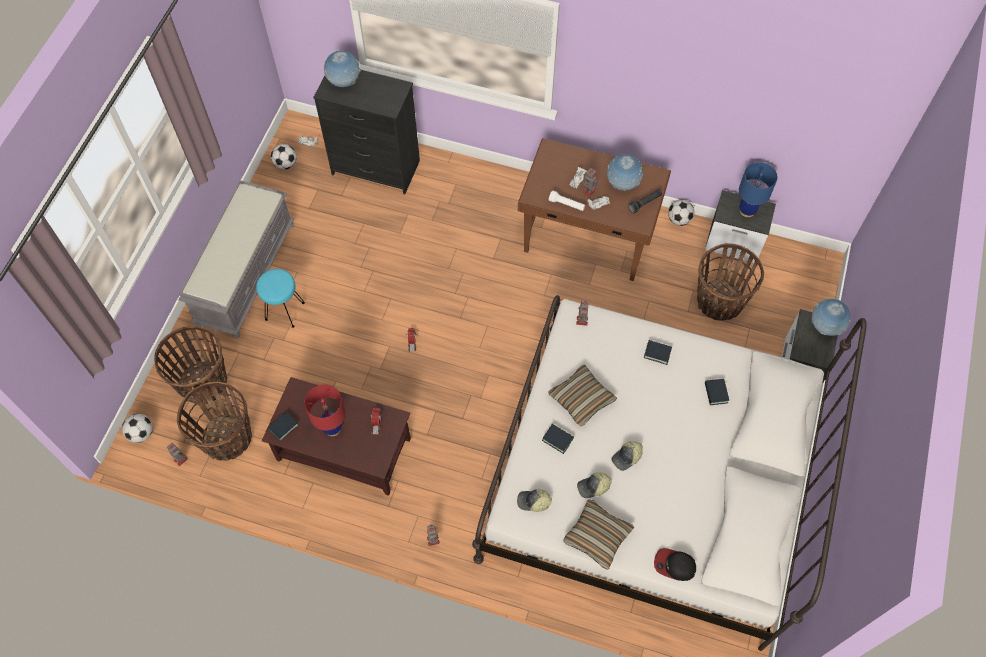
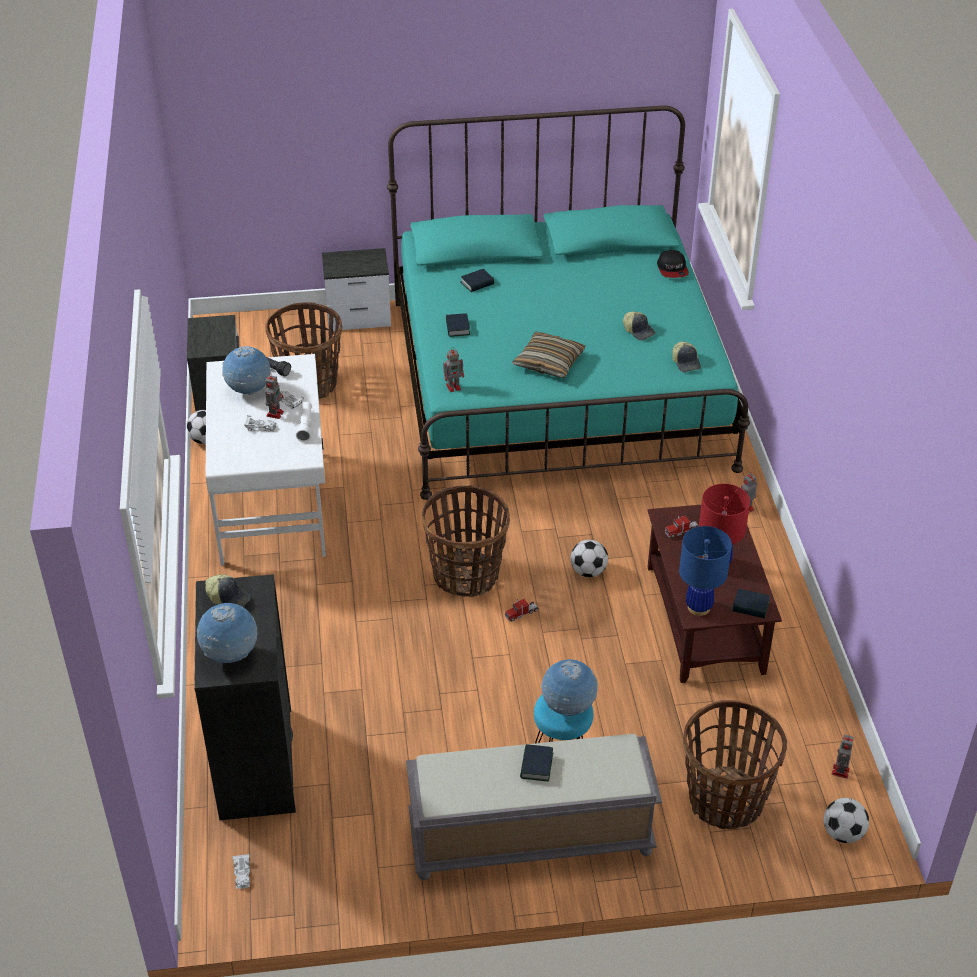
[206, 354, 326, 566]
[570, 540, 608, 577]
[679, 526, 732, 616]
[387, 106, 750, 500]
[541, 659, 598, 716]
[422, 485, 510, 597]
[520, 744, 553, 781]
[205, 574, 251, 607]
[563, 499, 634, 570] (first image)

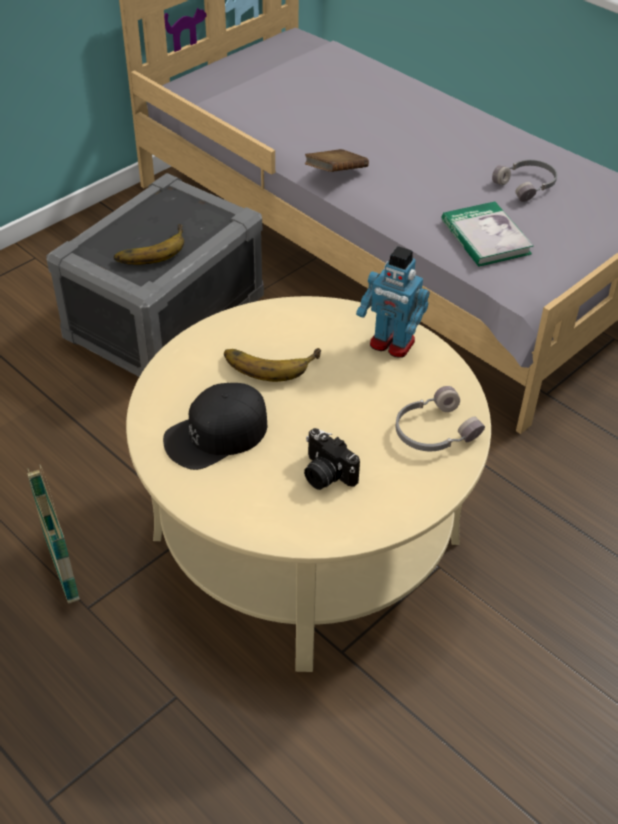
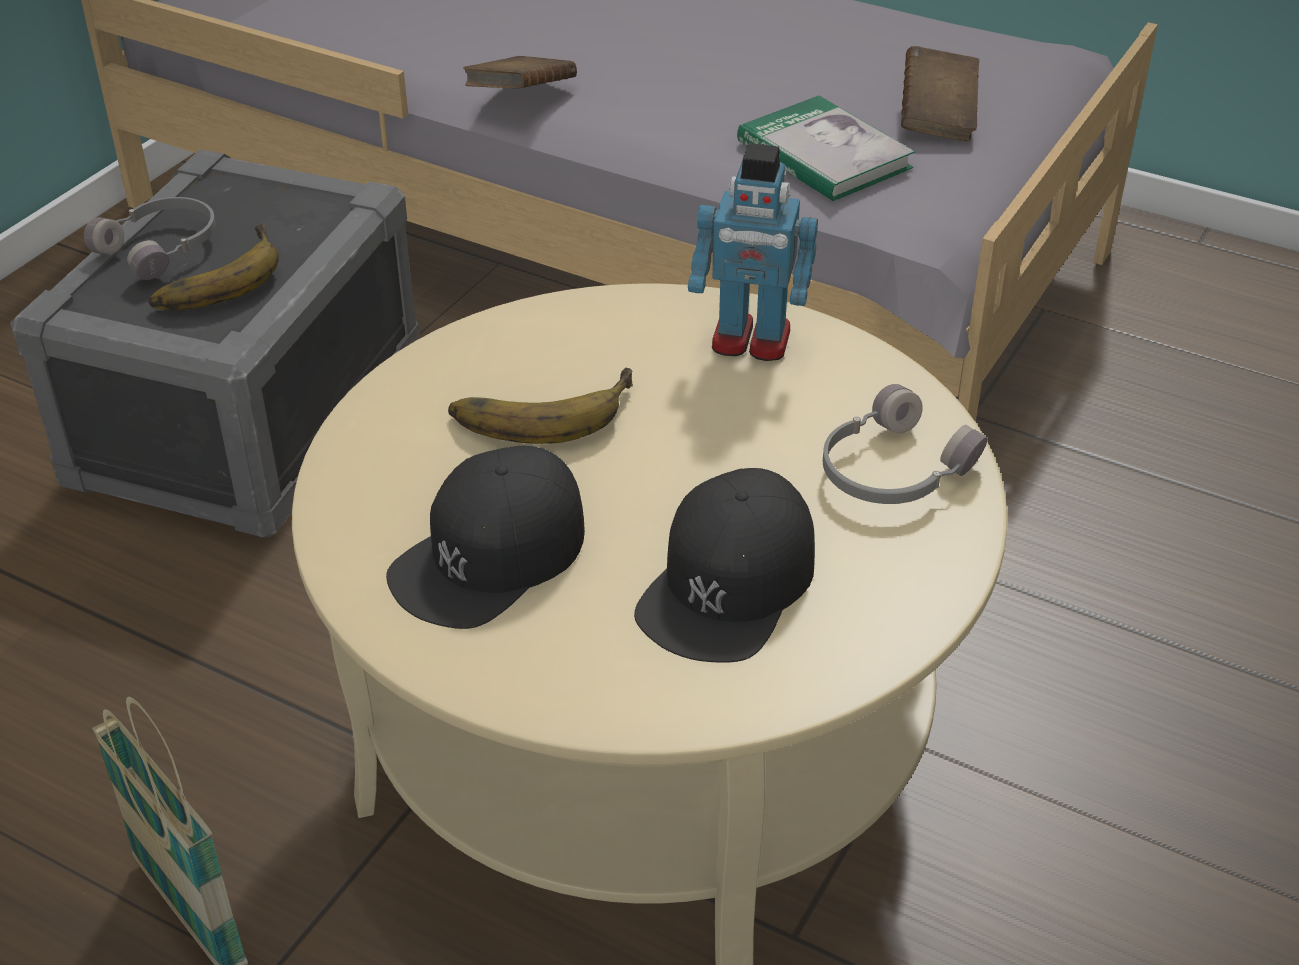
[84, 197, 216, 280]
[634, 468, 815, 663]
[901, 46, 979, 141]

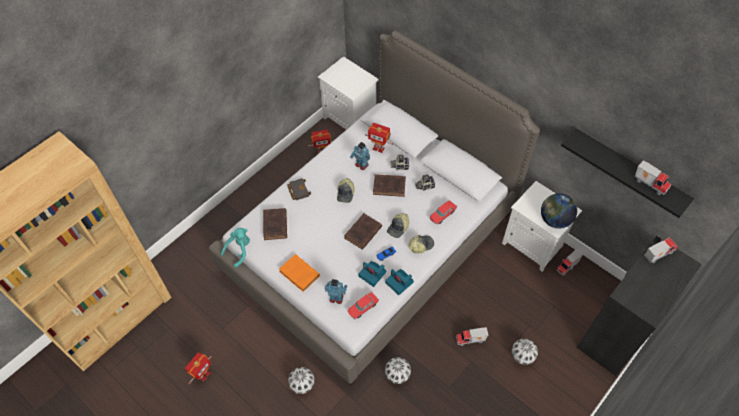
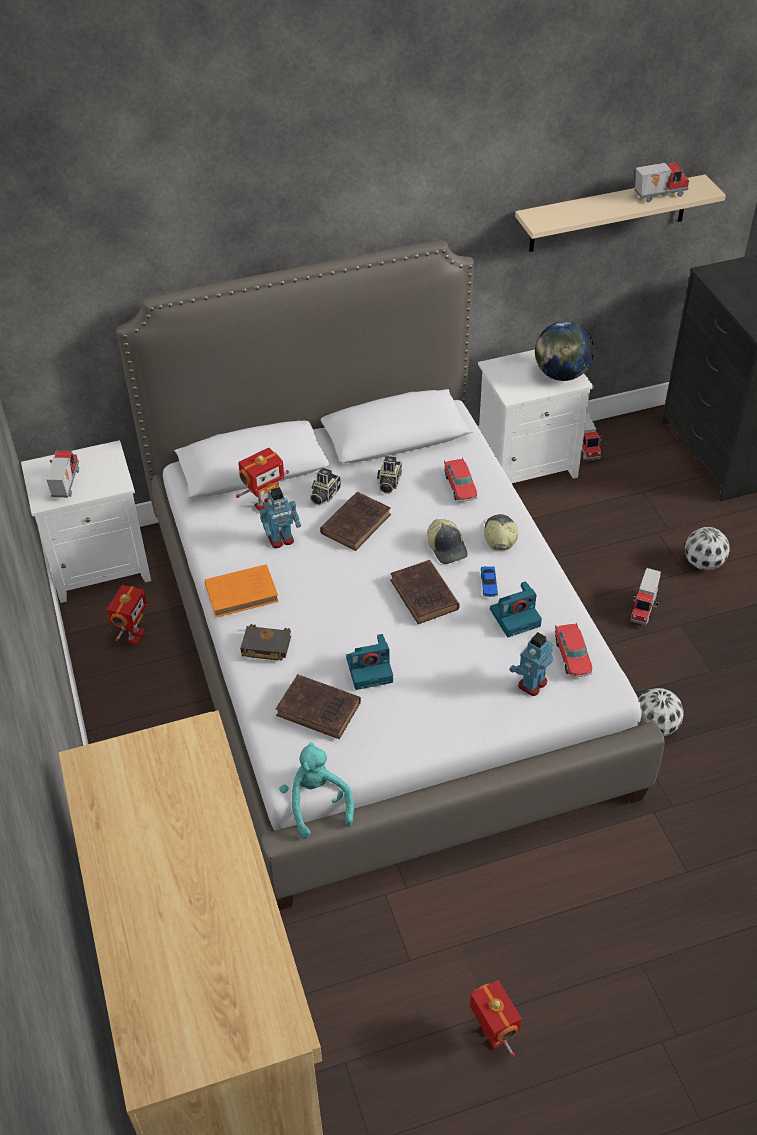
[515, 175, 726, 252]
[337, 178, 355, 203] (first image)
[46, 451, 79, 498]
[205, 564, 279, 617]
[346, 634, 393, 690]
[288, 367, 314, 394] (first image)

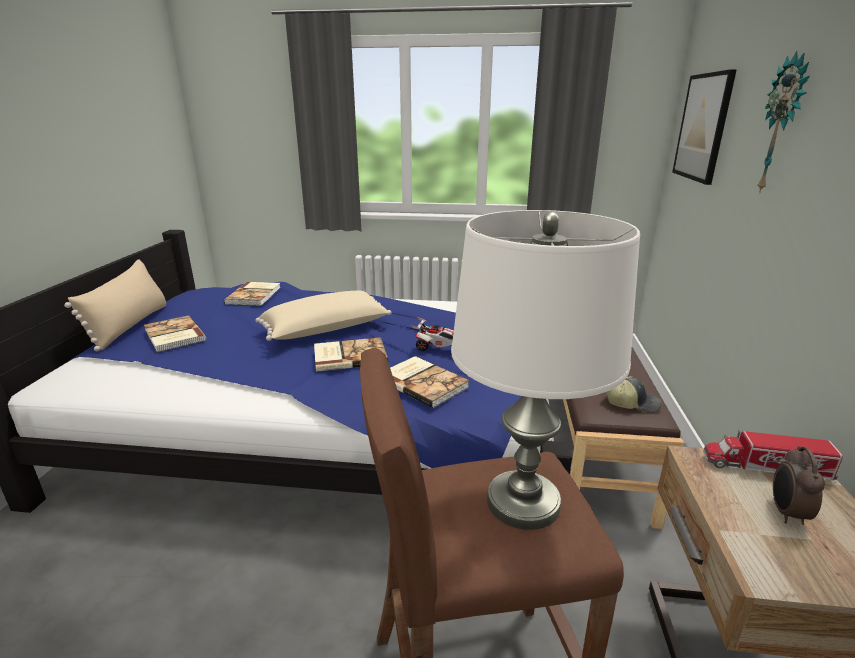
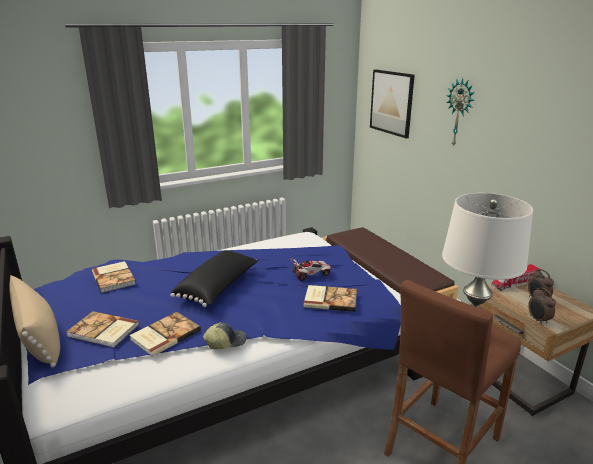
[170, 250, 258, 307]
[129, 312, 201, 357]
[203, 322, 246, 349]
[528, 288, 556, 325]

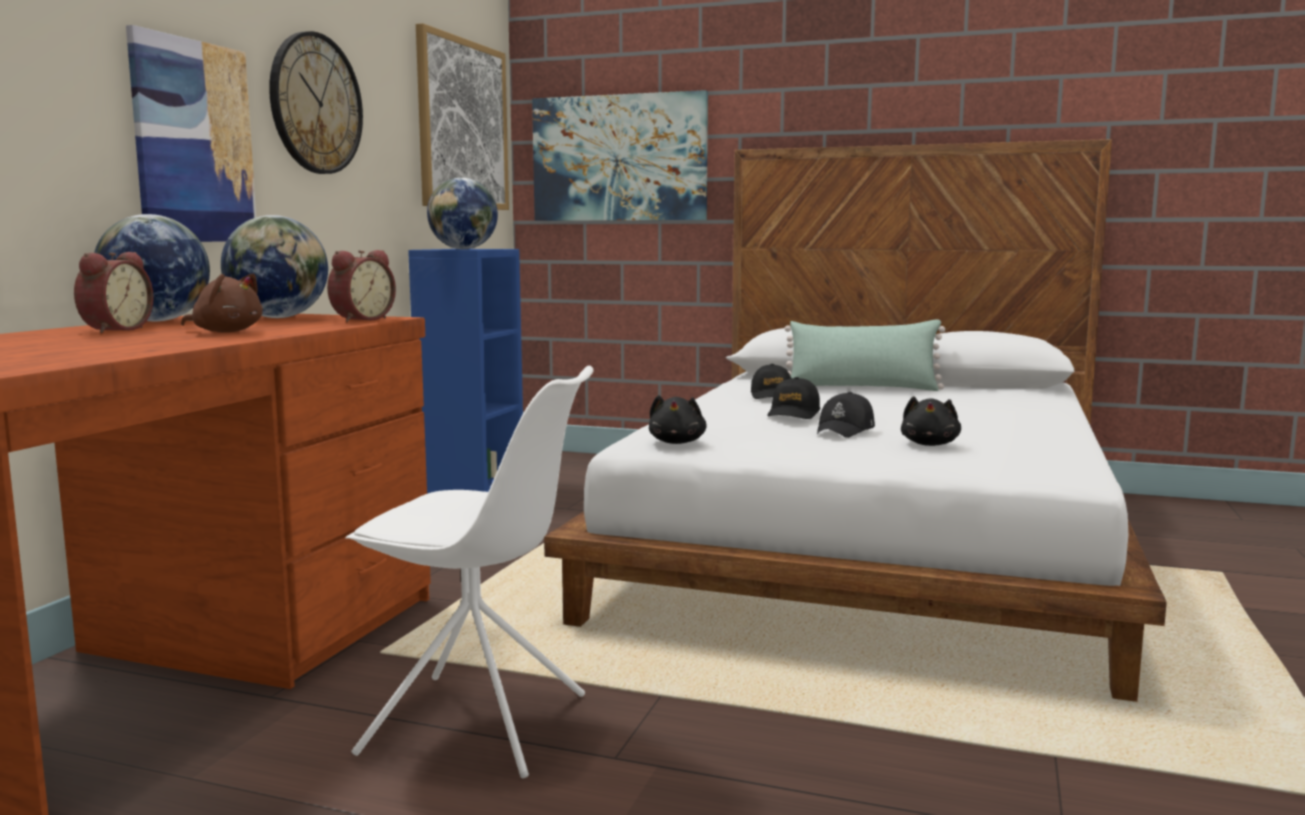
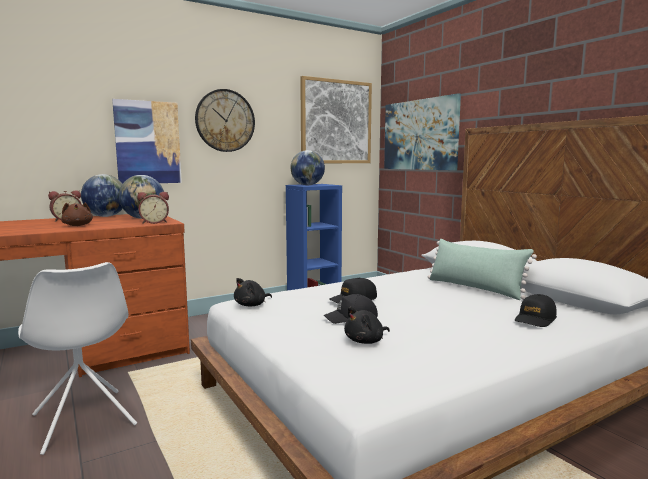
[515, 294, 557, 327]

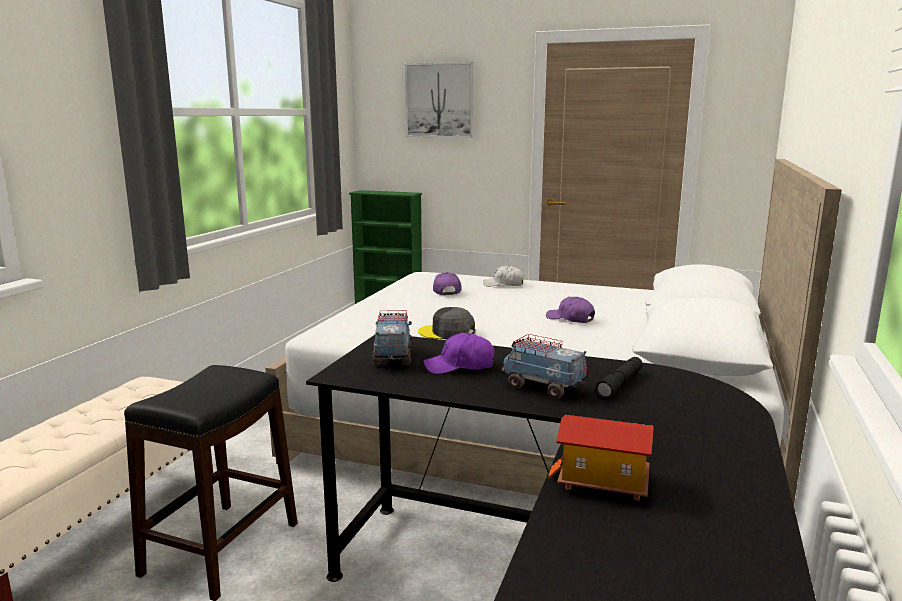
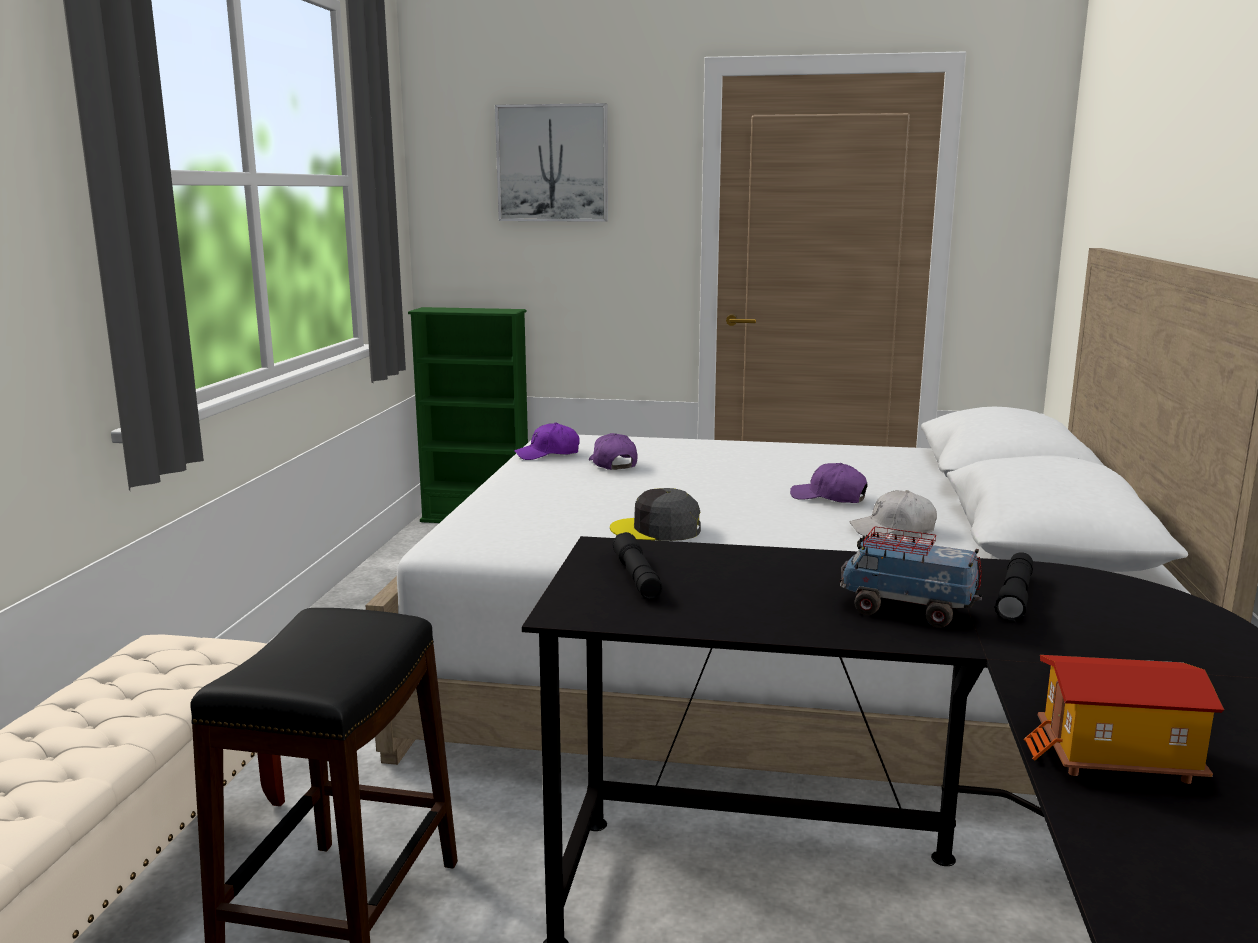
[849, 490, 937, 537]
[612, 532, 663, 600]
[514, 422, 580, 460]

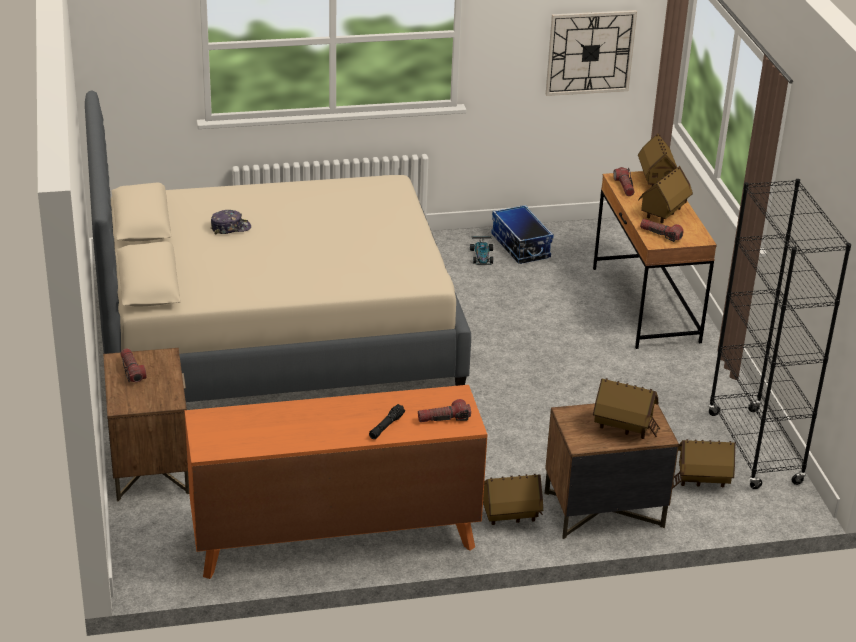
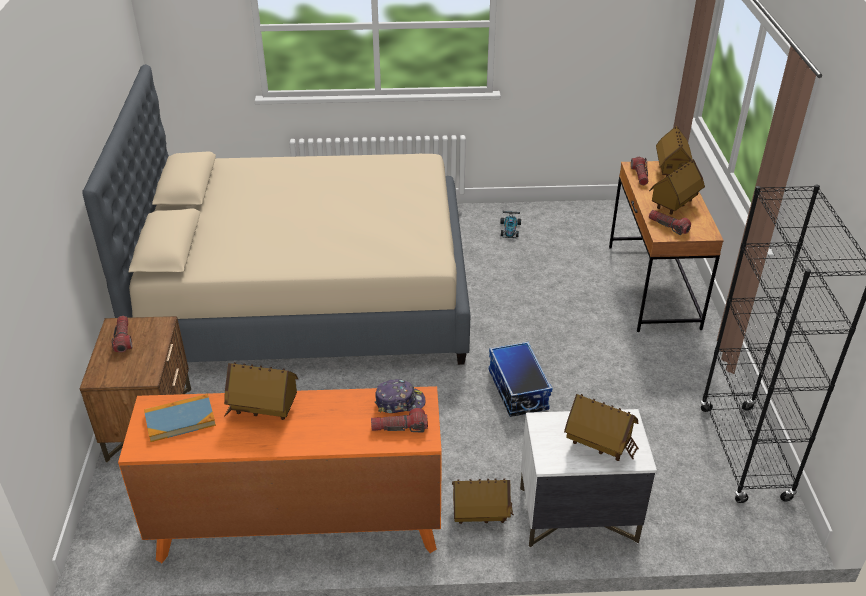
[546, 10, 637, 96] (first image)
[489, 342, 553, 417]
[375, 379, 425, 413]
[520, 409, 657, 548]
[369, 404, 405, 439] (first image)
[224, 362, 299, 420]
[144, 394, 216, 442]

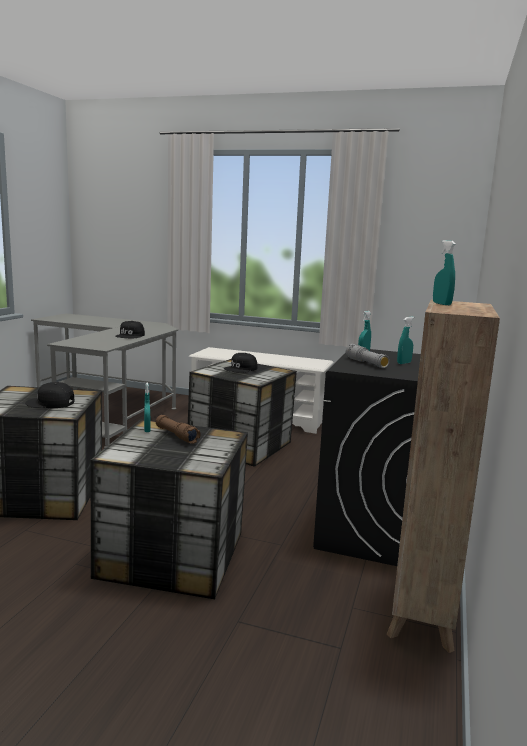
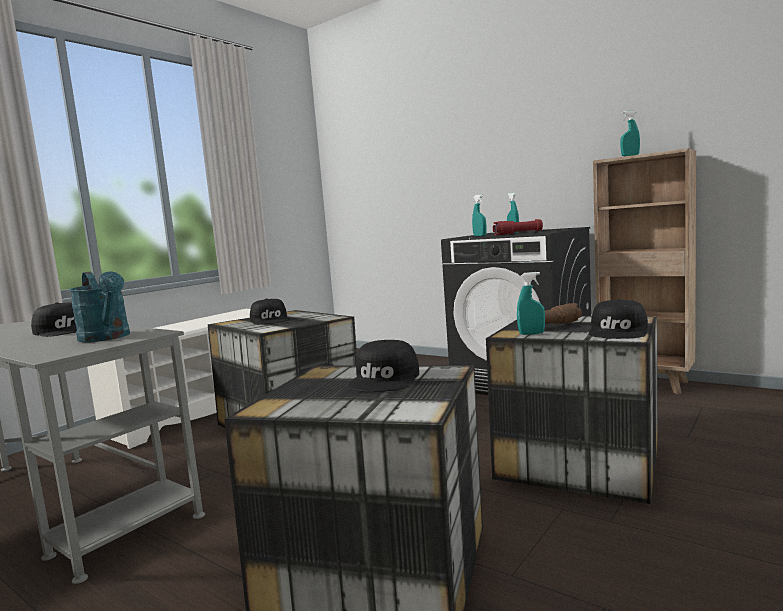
[493, 219, 543, 235]
[69, 272, 130, 342]
[589, 299, 648, 339]

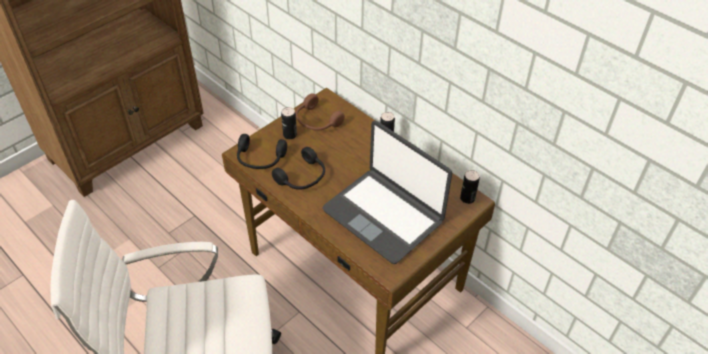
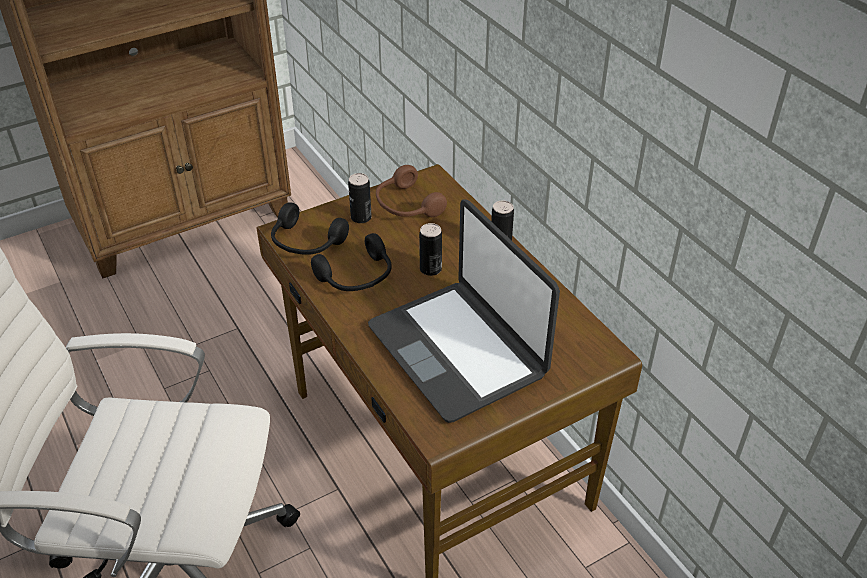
[419, 223, 442, 276]

